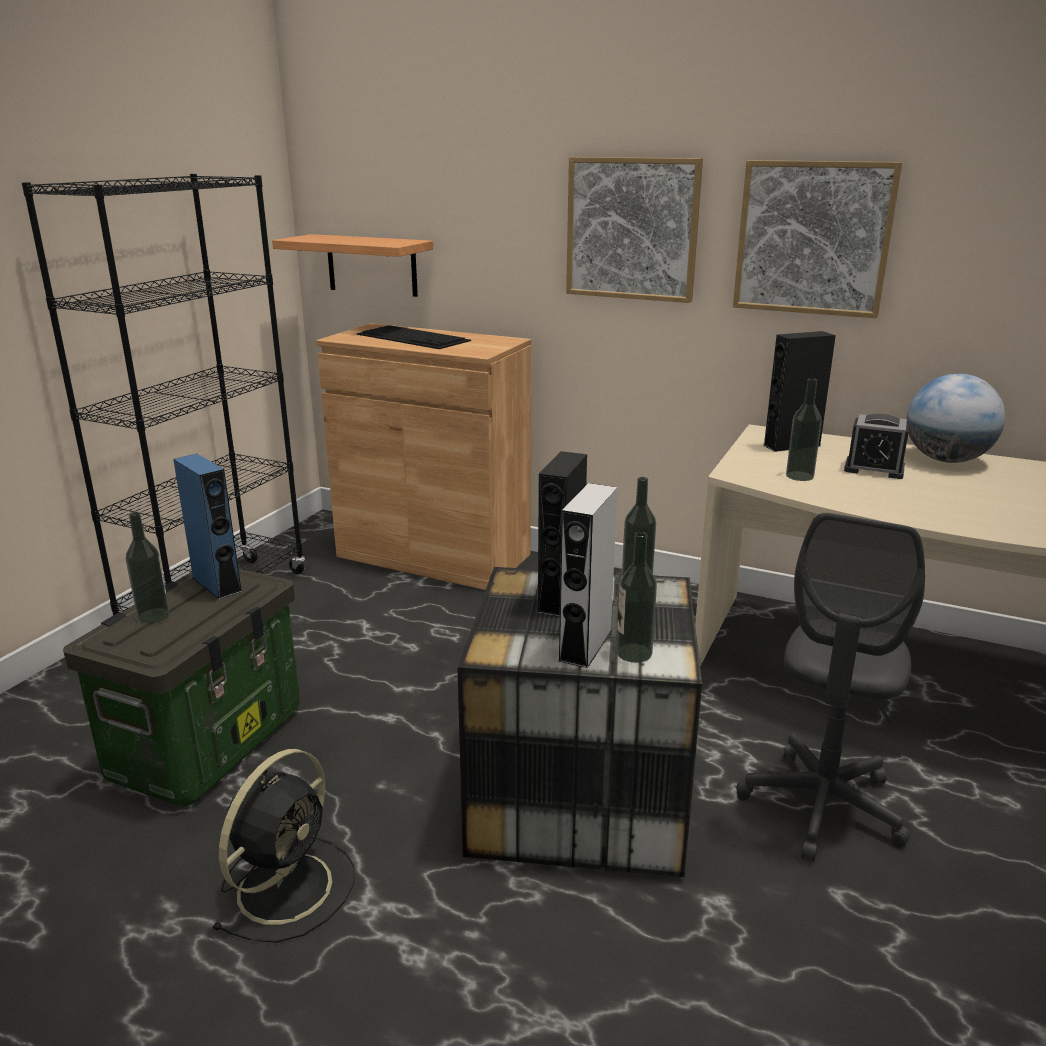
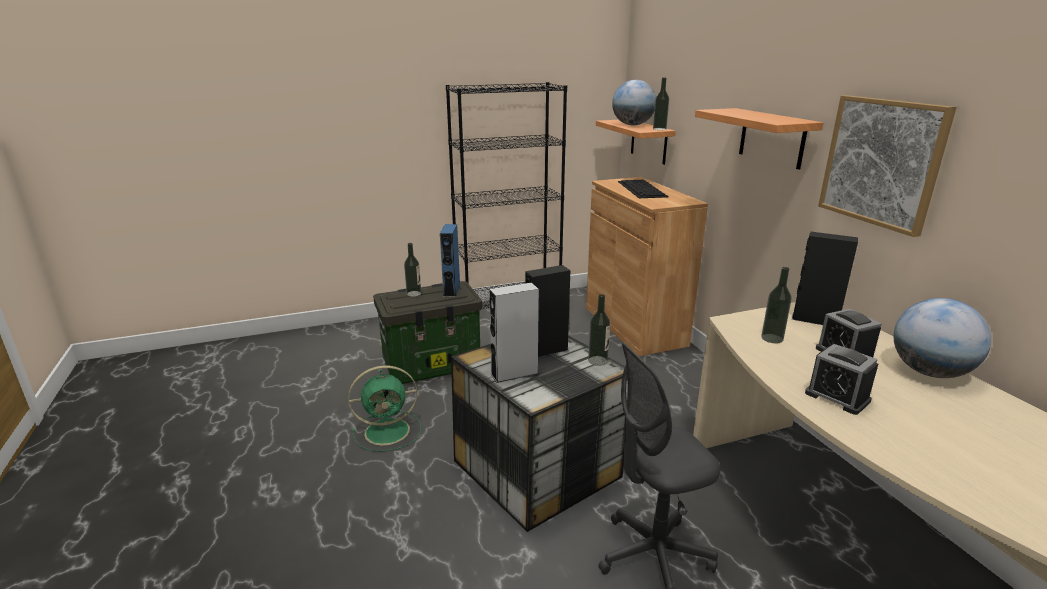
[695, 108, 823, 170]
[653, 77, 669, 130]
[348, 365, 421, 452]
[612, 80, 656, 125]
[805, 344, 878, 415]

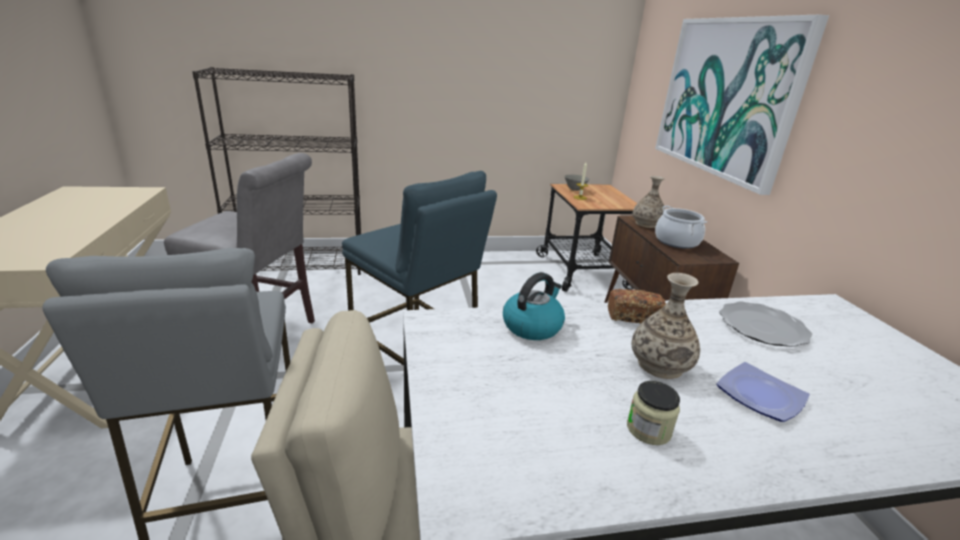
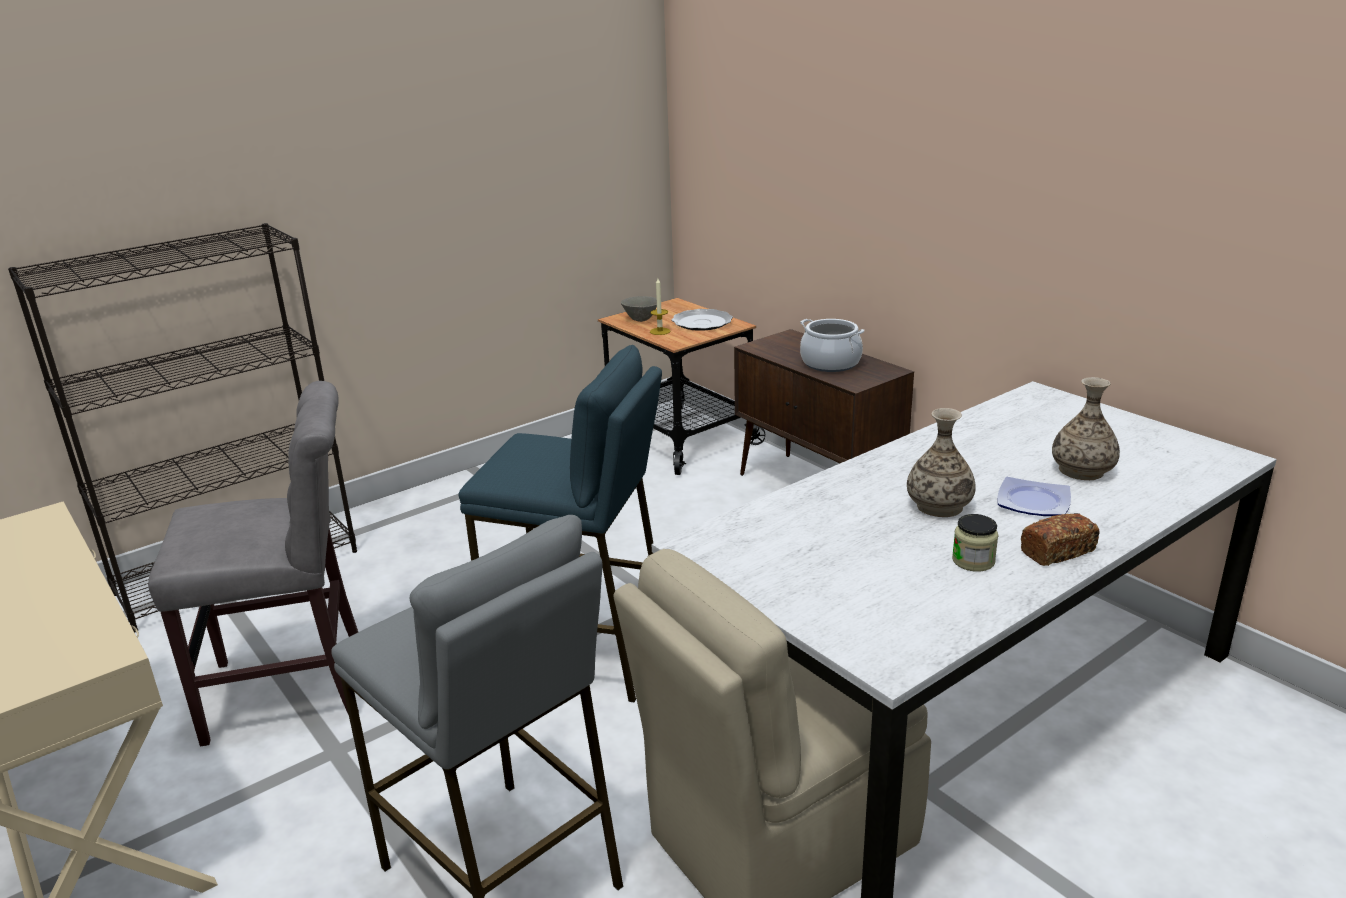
[655, 15, 829, 195] (first image)
[1052, 377, 1120, 480]
[503, 272, 565, 340] (first image)
[1021, 513, 1100, 566]
[671, 309, 733, 331]

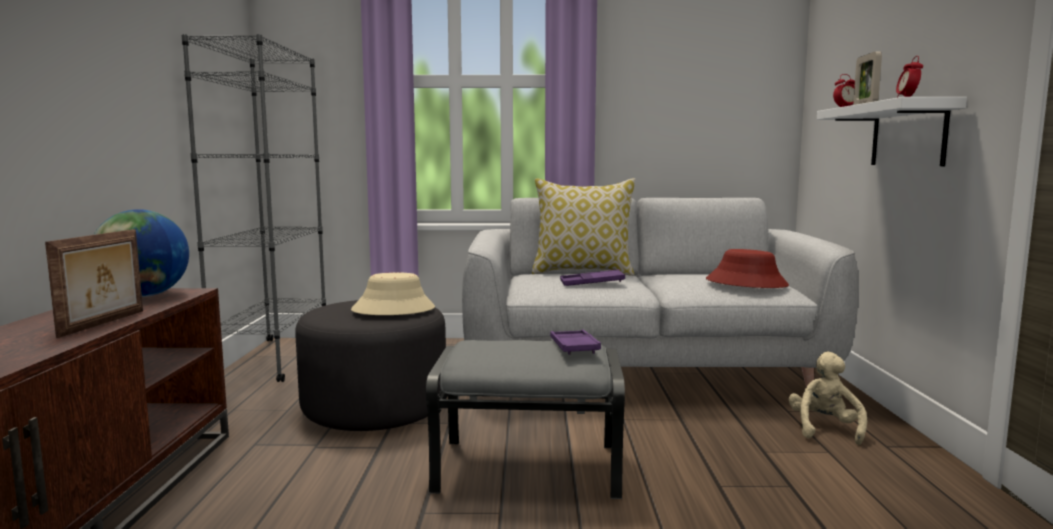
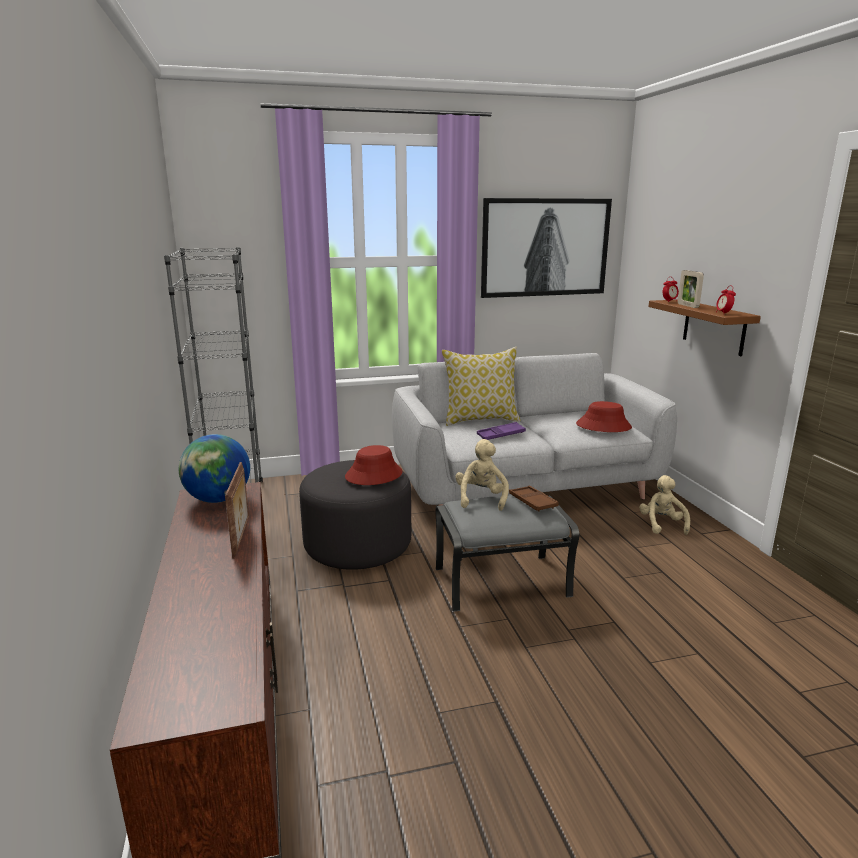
[649, 300, 761, 356]
[345, 445, 403, 485]
[509, 486, 559, 512]
[481, 198, 612, 298]
[455, 439, 509, 511]

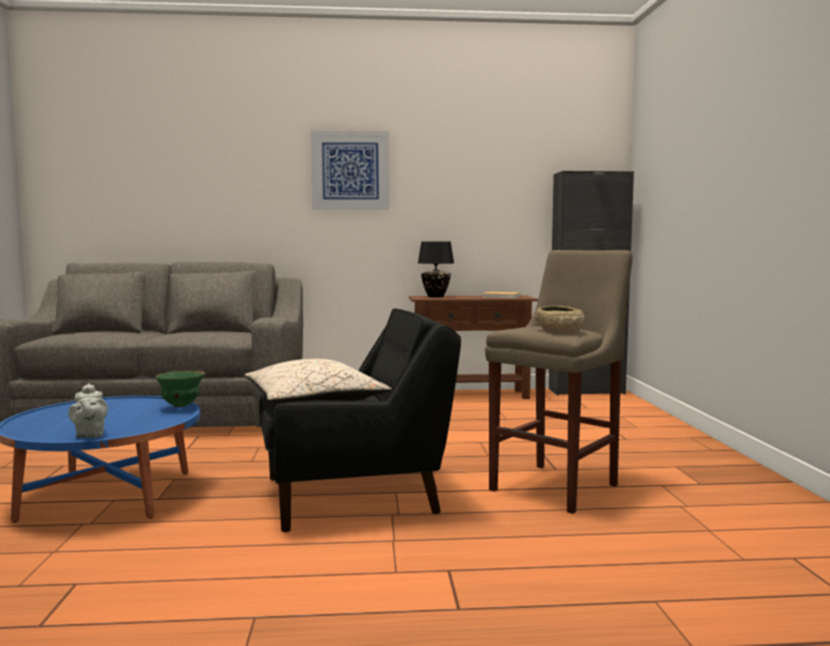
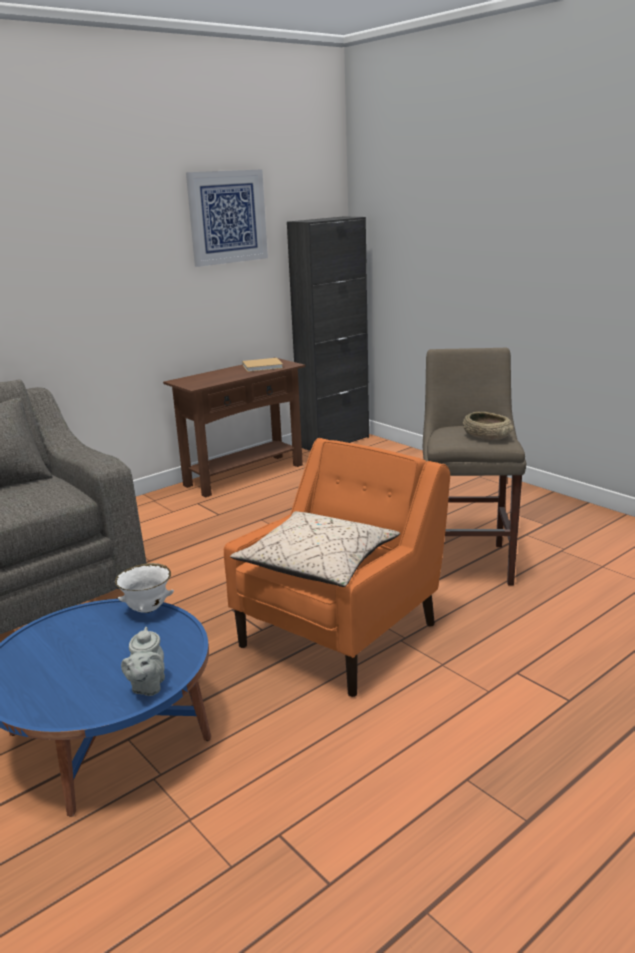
[186, 169, 268, 267]
[418, 242, 454, 297] (first image)
[224, 438, 450, 697]
[115, 563, 174, 613]
[121, 627, 165, 696]

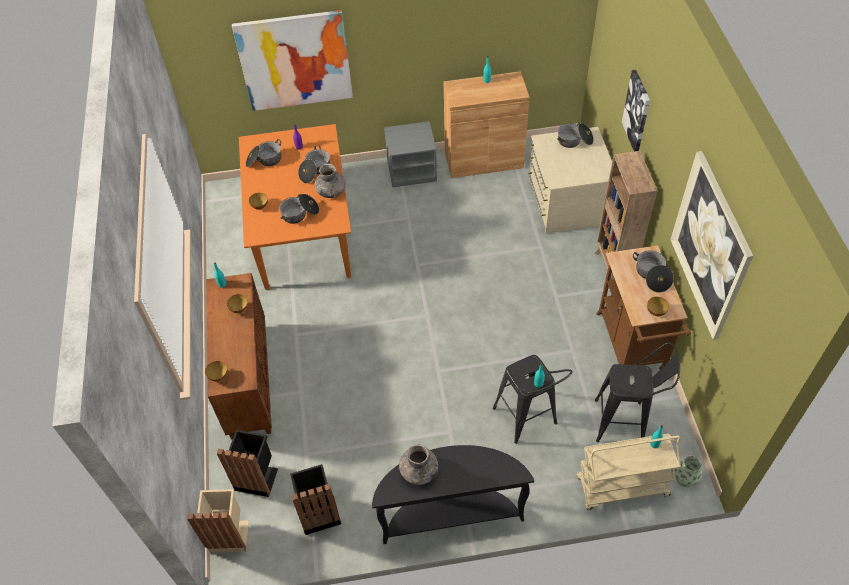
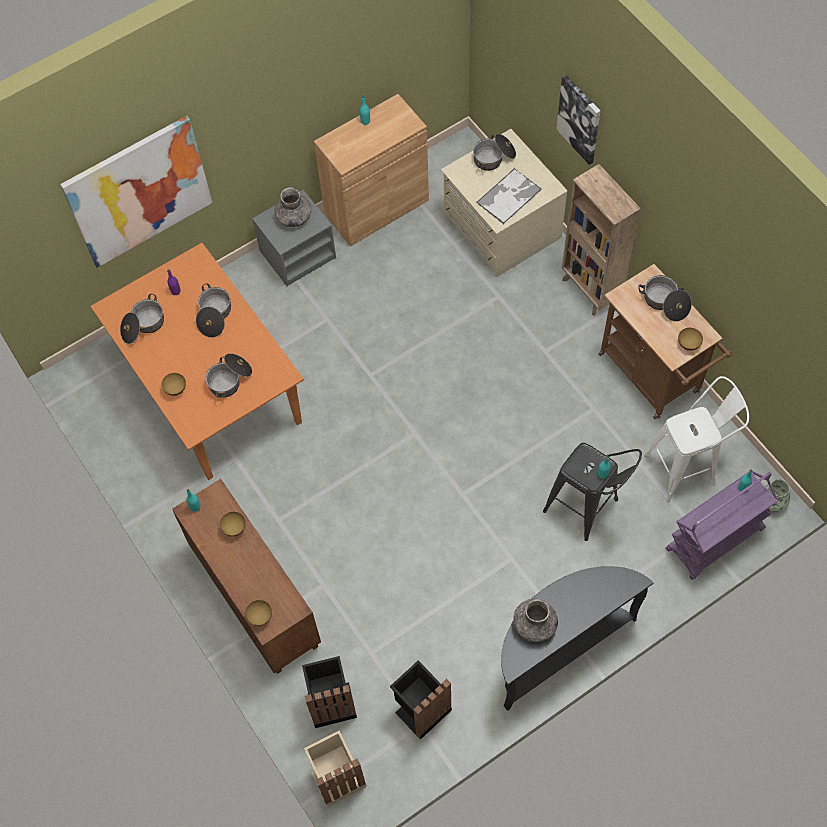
[670, 151, 753, 340] (first image)
[274, 187, 311, 227]
[644, 376, 749, 502]
[666, 471, 778, 580]
[476, 168, 542, 224]

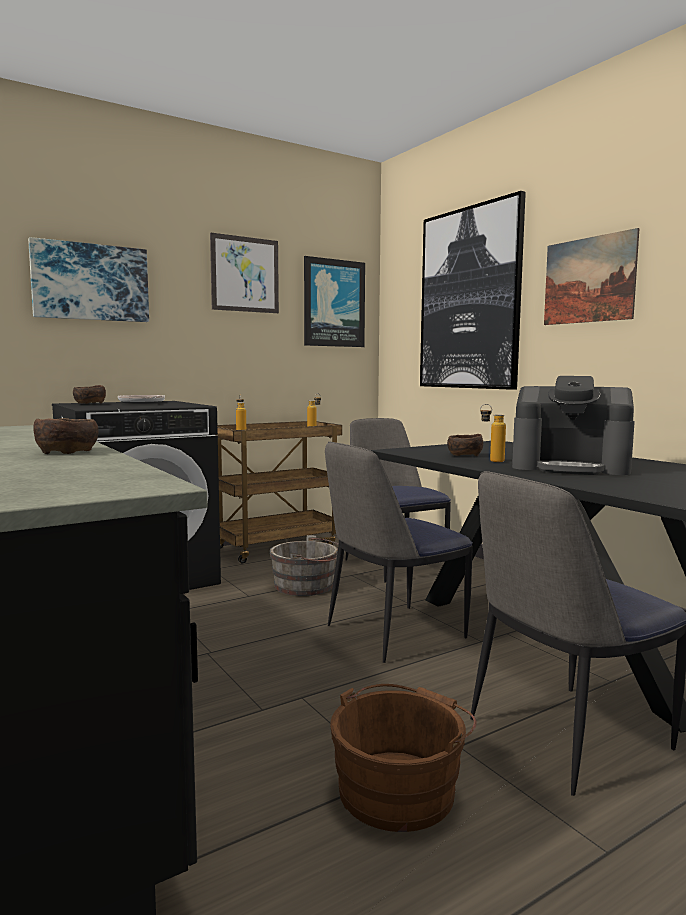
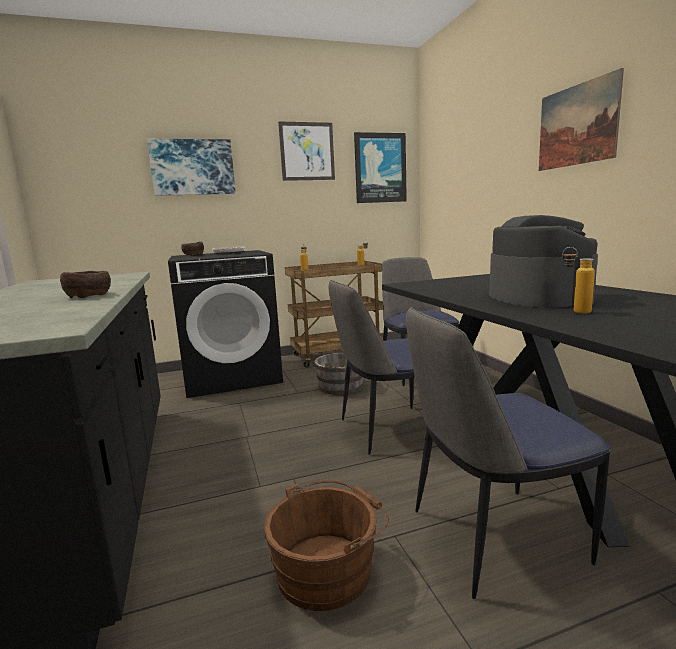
[420, 191, 526, 390] (first image)
[489, 215, 598, 308]
[562, 247, 595, 314]
[447, 434, 483, 456] (first image)

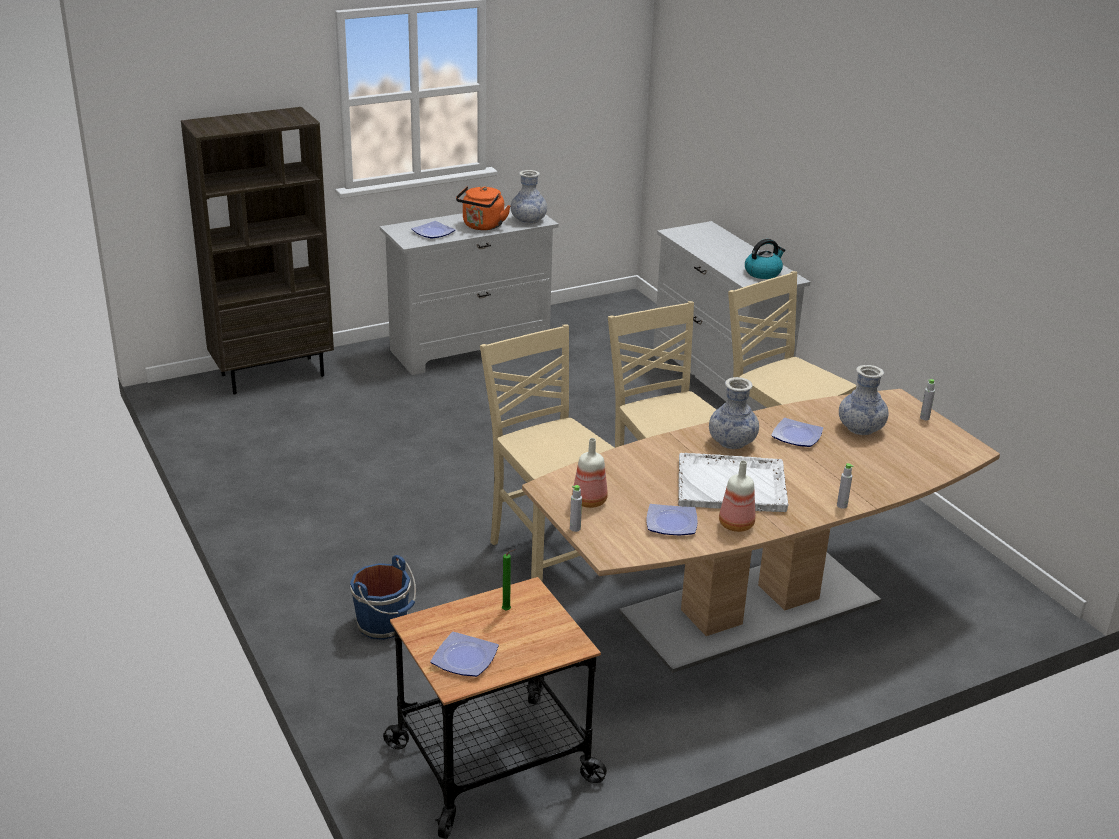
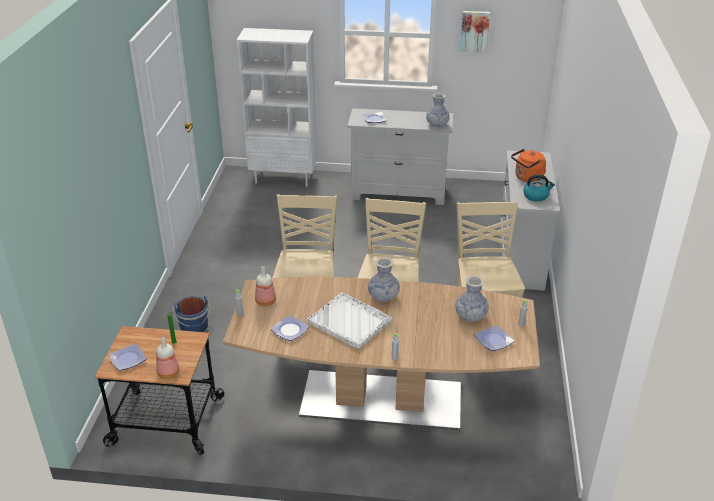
[237, 28, 317, 187]
[511, 149, 546, 182]
[475, 325, 514, 351]
[156, 337, 180, 379]
[460, 11, 490, 53]

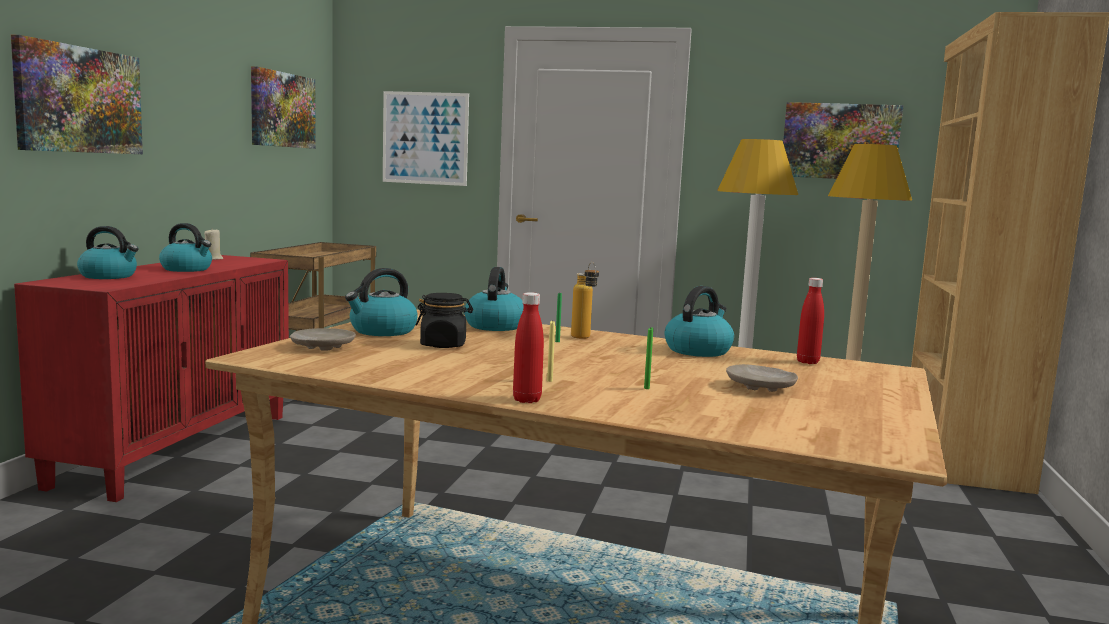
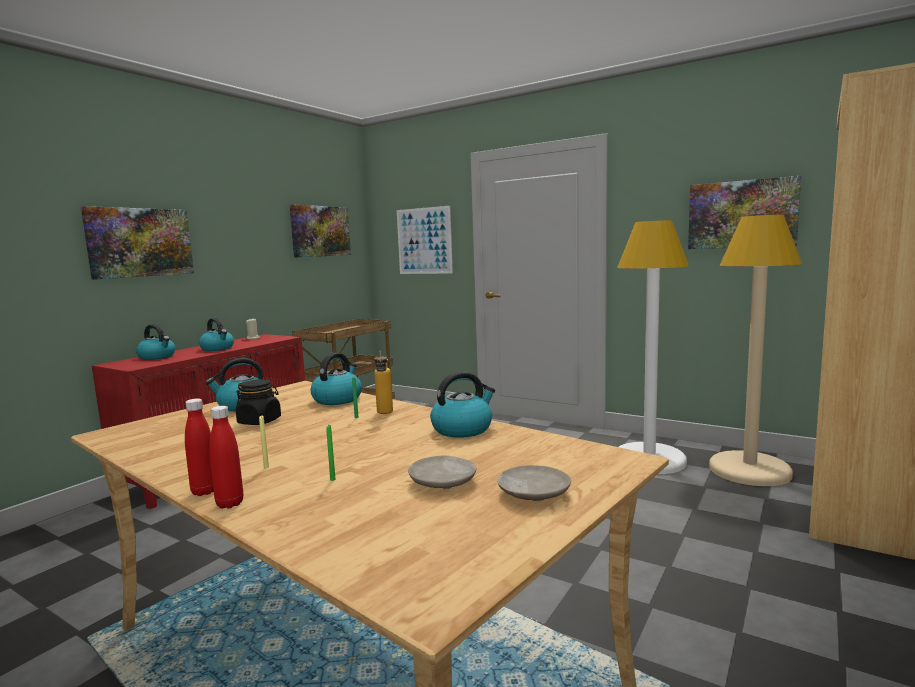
[209, 406, 243, 509]
[497, 465, 571, 501]

